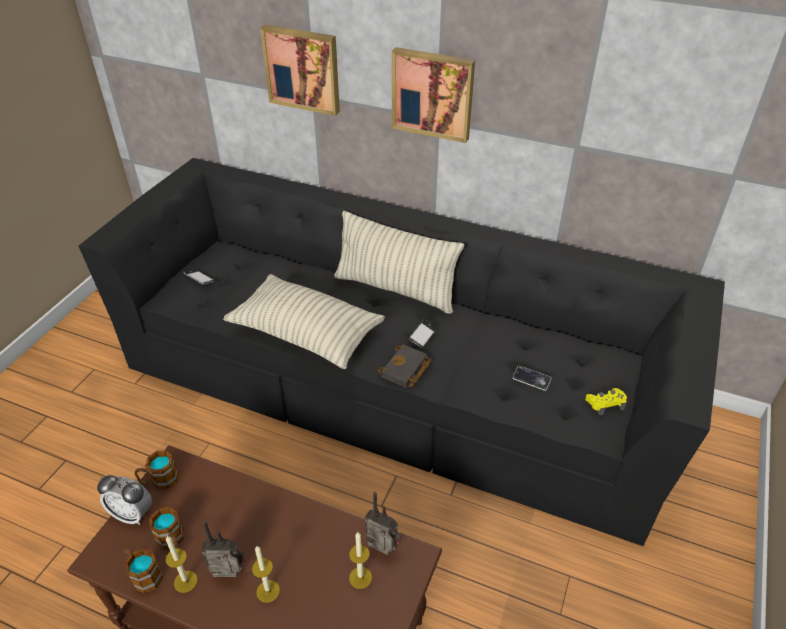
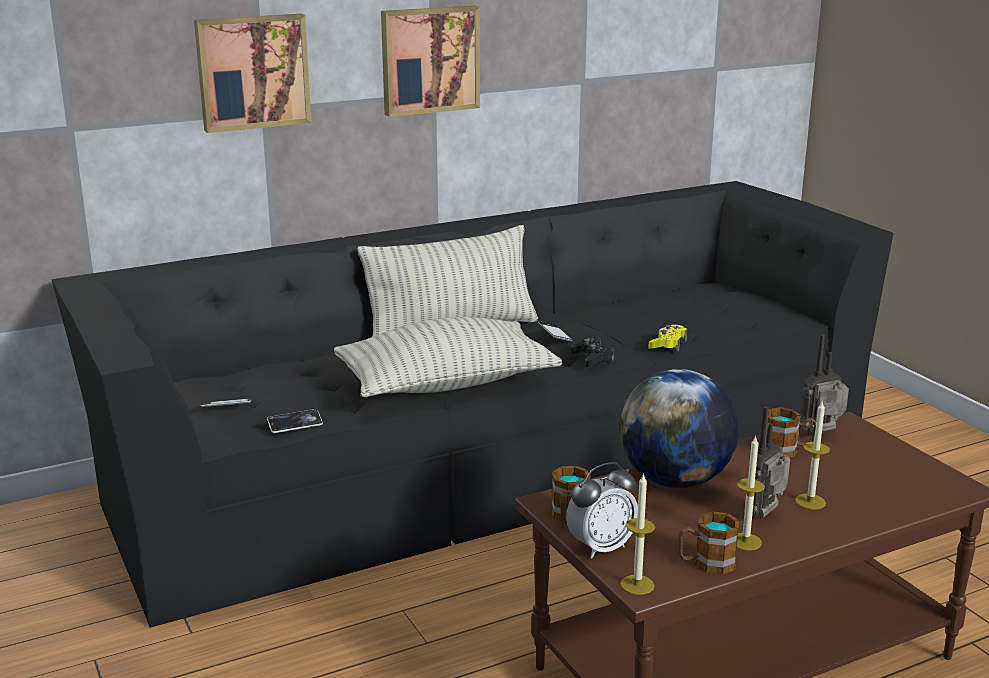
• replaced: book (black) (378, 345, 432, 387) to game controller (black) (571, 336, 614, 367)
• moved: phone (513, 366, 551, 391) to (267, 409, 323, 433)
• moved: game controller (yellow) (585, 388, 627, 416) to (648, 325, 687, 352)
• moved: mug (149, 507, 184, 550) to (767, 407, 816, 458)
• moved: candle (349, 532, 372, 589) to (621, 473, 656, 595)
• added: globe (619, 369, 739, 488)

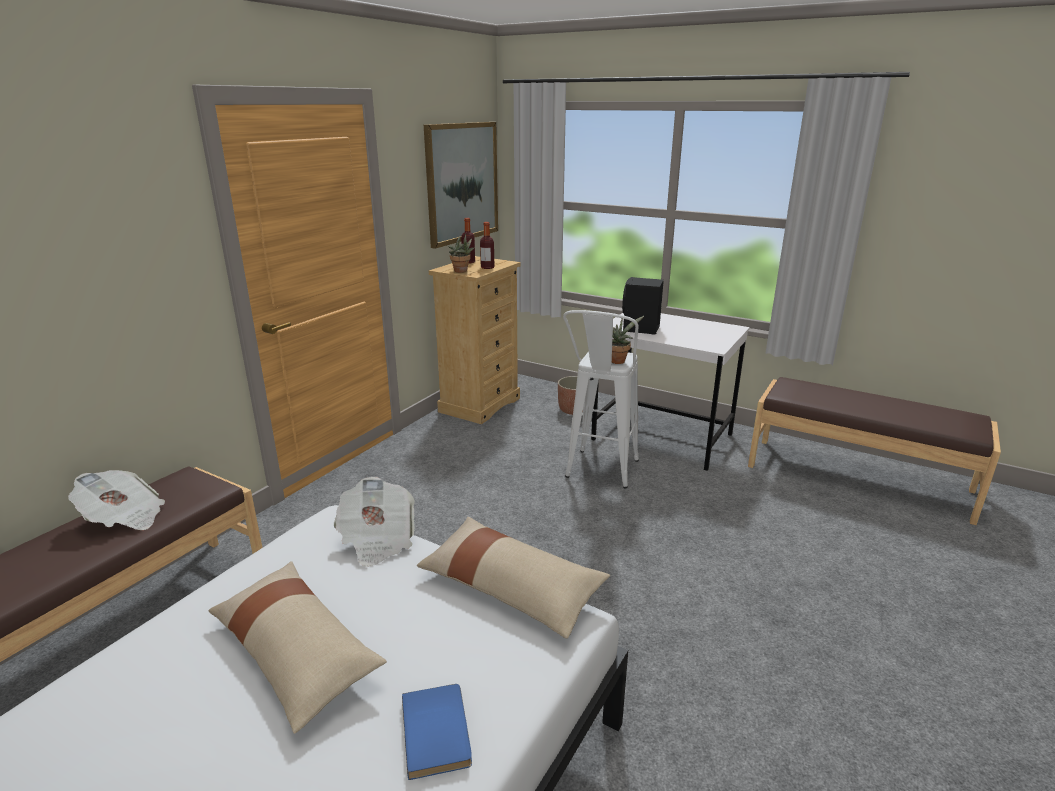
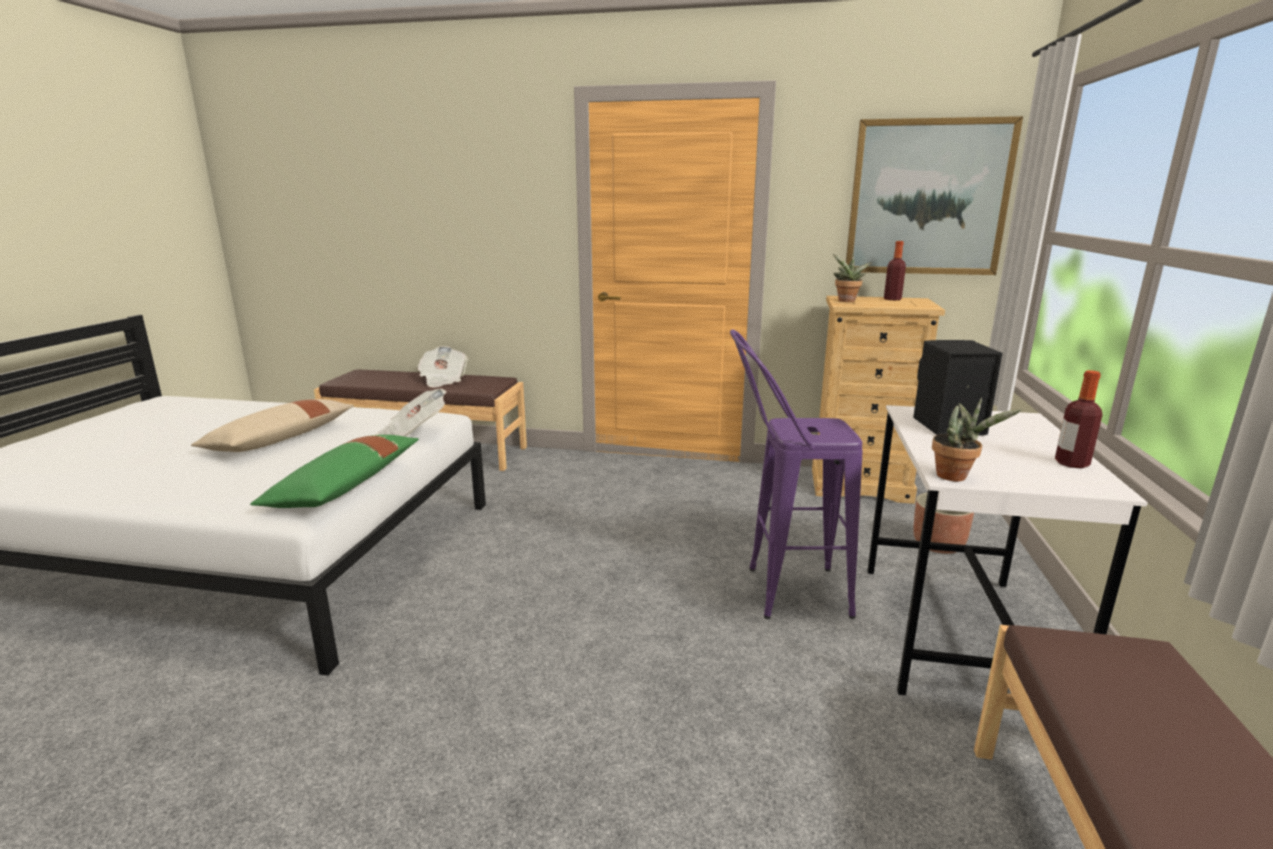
• moved: bottle (480, 222, 494, 269) to (1055, 370, 1103, 468)
• recoloured: stool (white) (563, 310, 639, 488) to stool (purple) (730, 330, 862, 619)
• moved: potted plant (612, 316, 644, 364) to (932, 397, 1022, 481)
• recoloured: pillow (beige) (417, 517, 610, 639) to pillow (green) (250, 435, 419, 508)
• removed: book (blue) (402, 684, 472, 780)

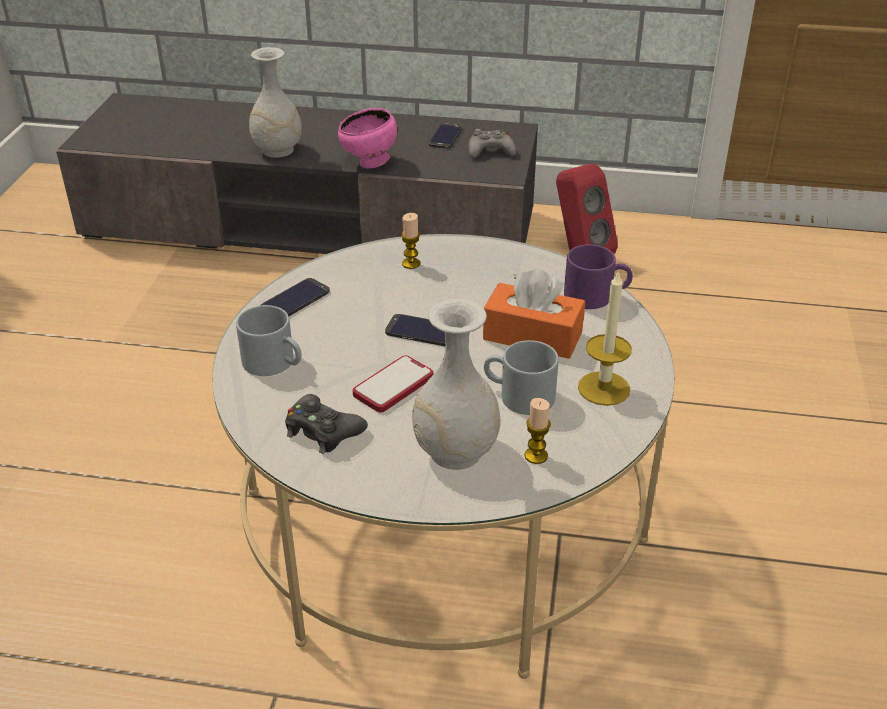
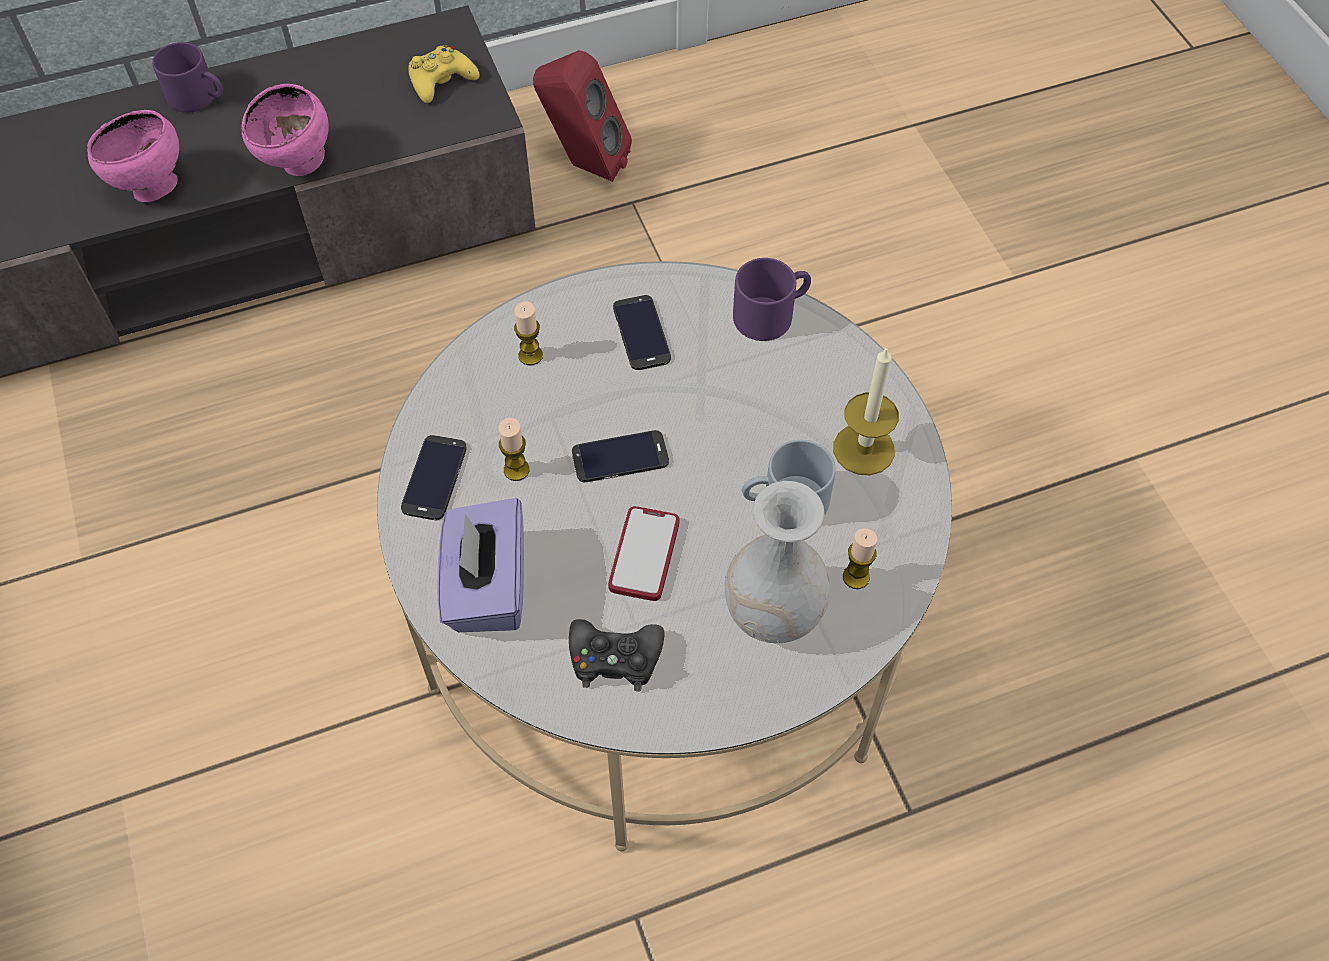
• replaced: vase (white) (249, 47, 302, 158) to bowl (pink) (87, 110, 179, 202)
• moved: phone (429, 123, 462, 149) to (613, 295, 671, 370)
• recoloured: game controller (grey) (468, 129, 516, 158) to game controller (yellow) (409, 45, 480, 103)
• removed: tissue box (orange) (483, 269, 585, 359)
• replaced: mug (grey) (236, 305, 302, 376) to tissue box (purple) (437, 498, 524, 632)
• added: mug (purple) (152, 42, 223, 113)
• added: candle (499, 418, 529, 481)

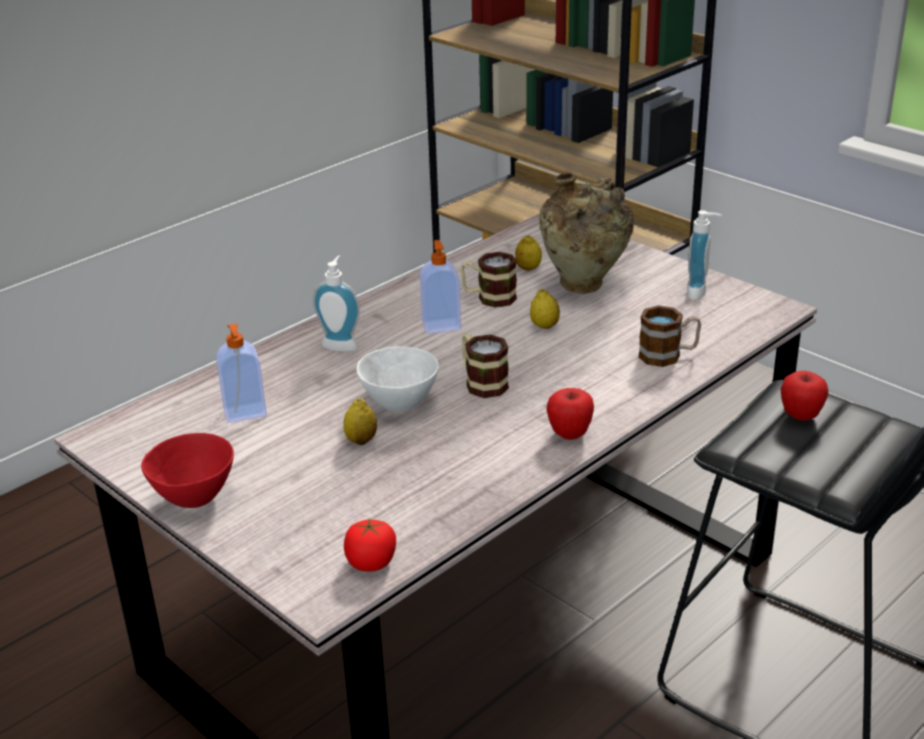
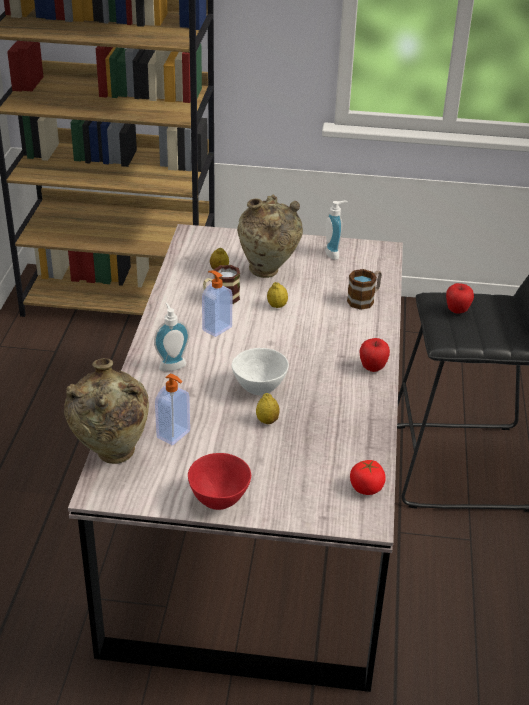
• removed: mug (462, 334, 509, 398)
• added: vase (beige) (64, 358, 149, 464)

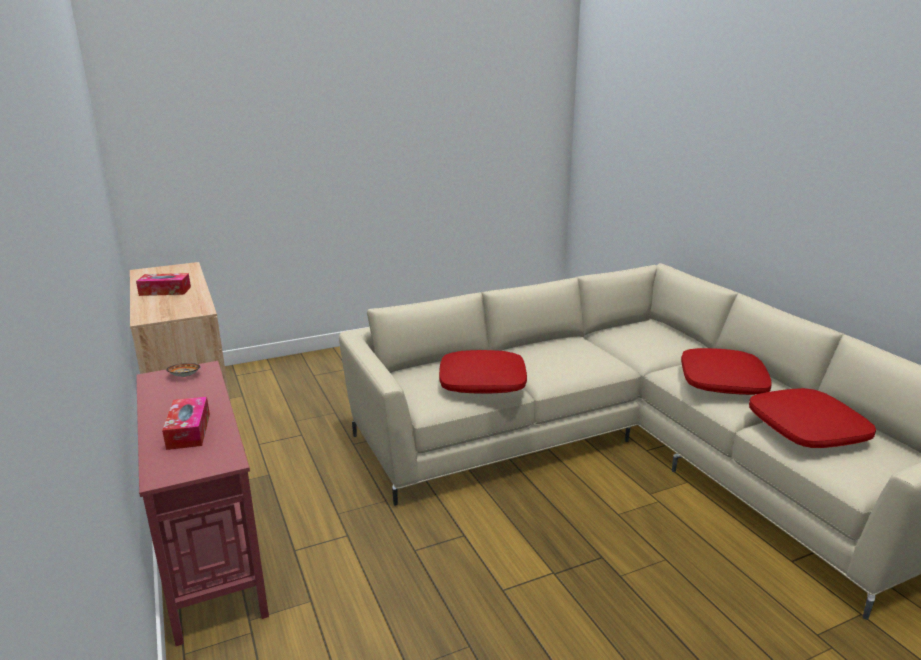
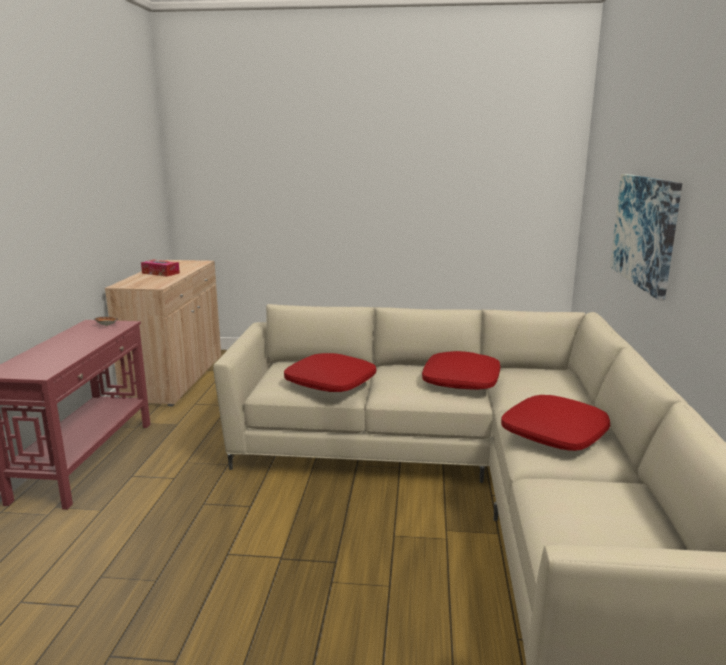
• moved: pillow (red) (749, 388, 876, 448) to (422, 351, 500, 390)
• removed: tissue box (162, 397, 210, 450)
• added: picture (610, 174, 682, 300)

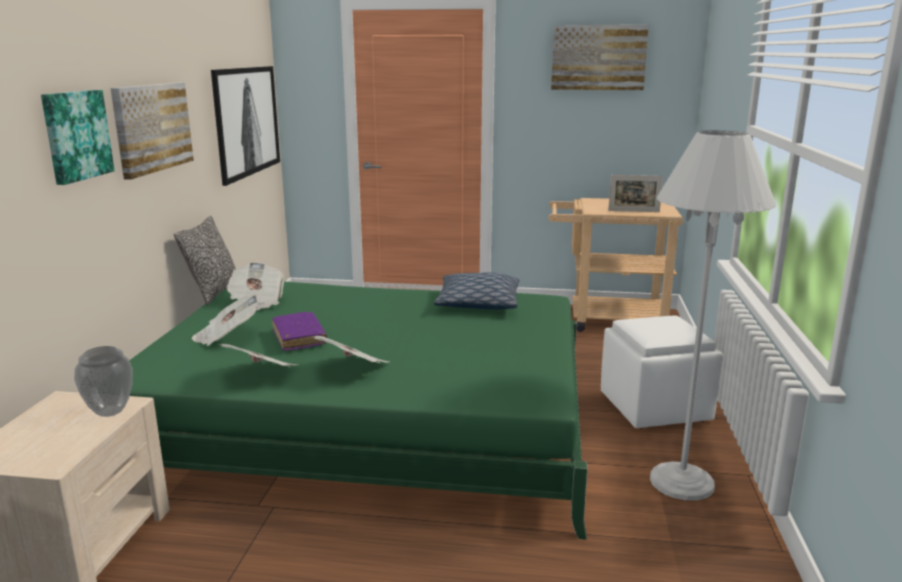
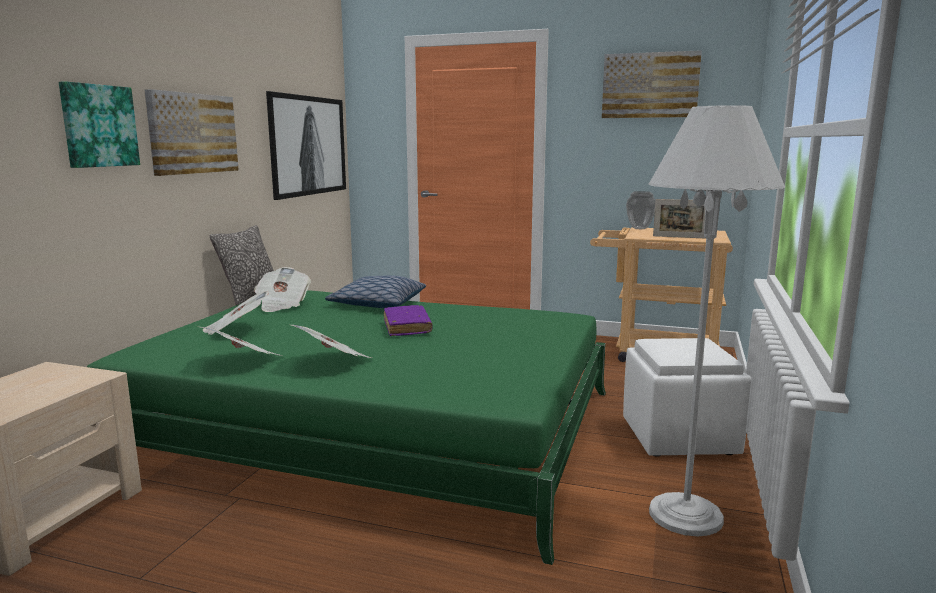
• moved: pillow (434, 272, 520, 310) to (325, 276, 426, 308)
• moved: book (purple) (272, 312, 327, 351) to (384, 305, 433, 336)
• moved: vase (74, 346, 133, 417) to (626, 191, 655, 229)

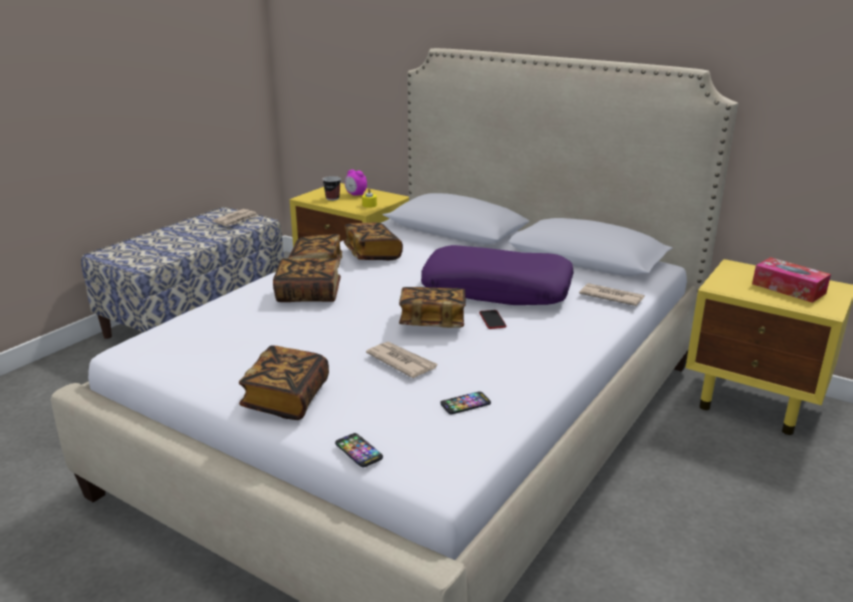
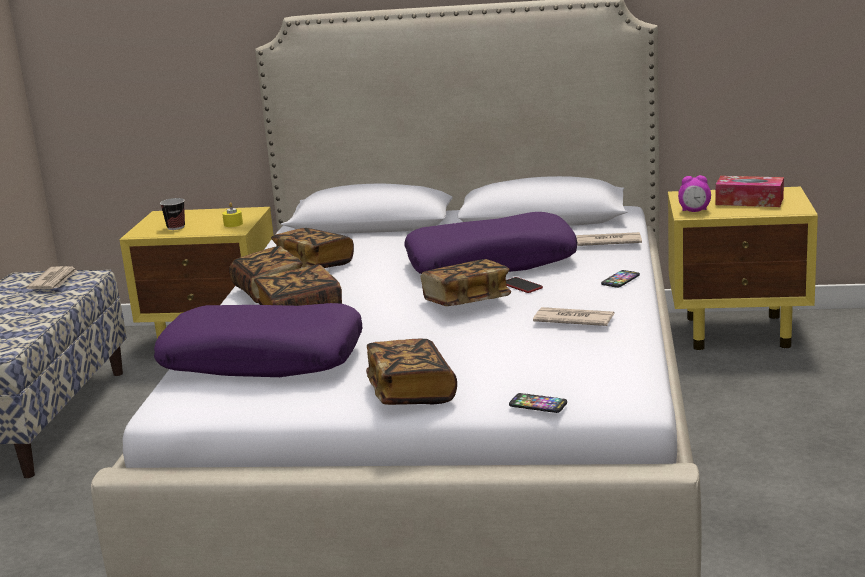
• moved: alarm clock (345, 169, 367, 196) to (678, 175, 711, 212)
• moved: newspaper (366, 342, 438, 378) to (533, 307, 614, 326)
• moved: phone (441, 391, 491, 414) to (601, 270, 640, 288)
• added: pillow (purple) (154, 303, 362, 377)

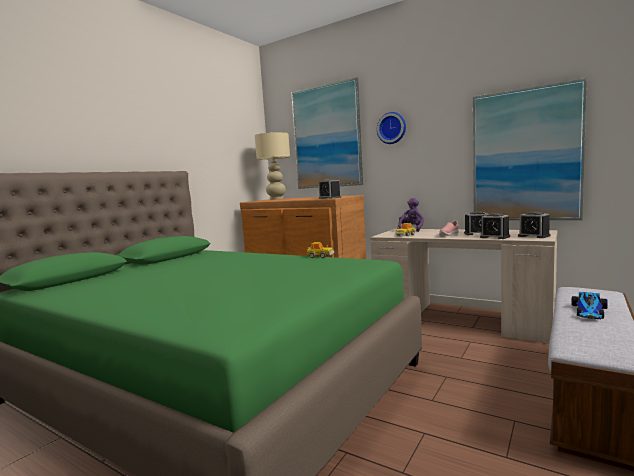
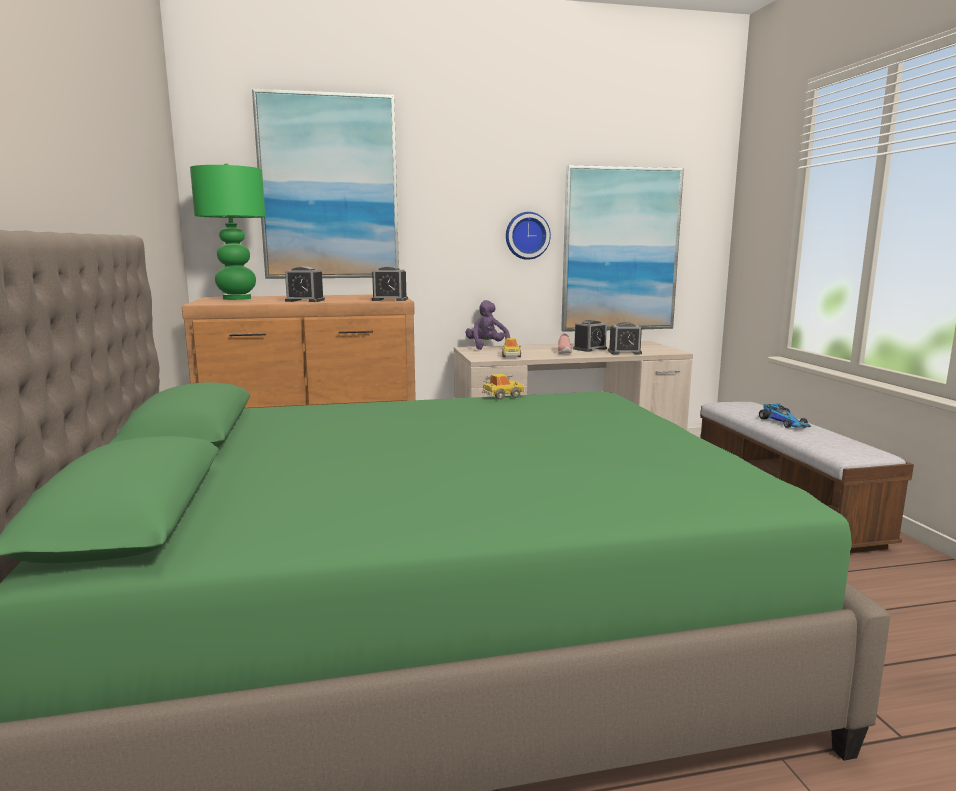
• moved: wall clock (377, 112, 406, 144) to (506, 212, 551, 260)
• recoloured: table lamp (beige) (255, 132, 290, 200) to table lamp (green) (190, 163, 265, 300)
• moved: alarm clock (518, 211, 551, 238) to (285, 267, 325, 302)

